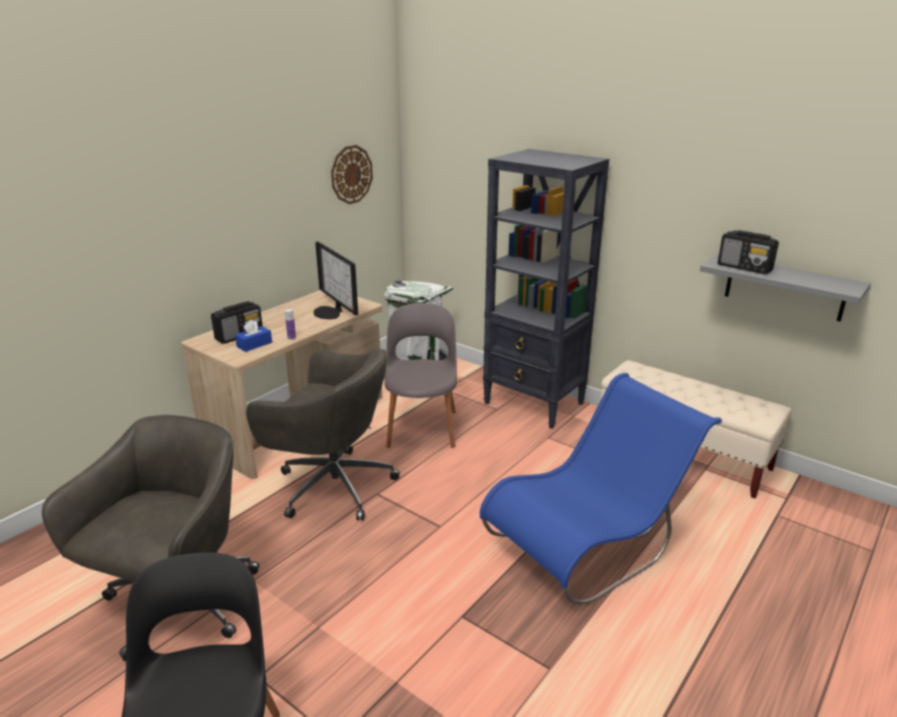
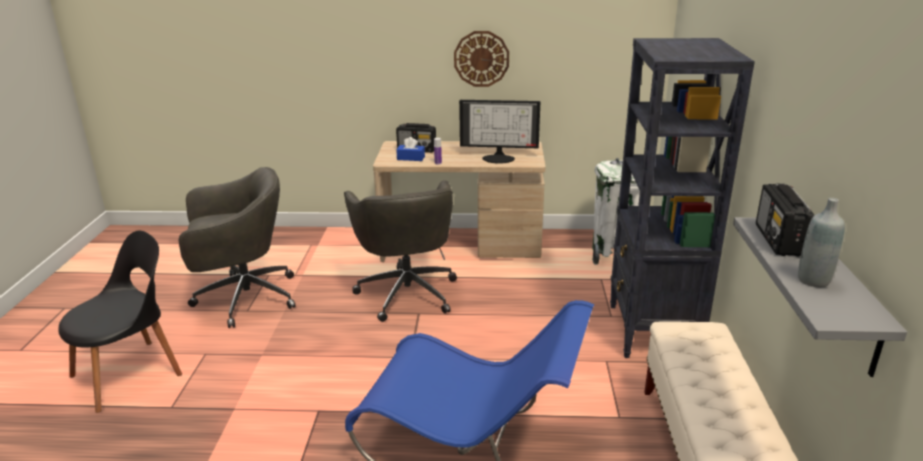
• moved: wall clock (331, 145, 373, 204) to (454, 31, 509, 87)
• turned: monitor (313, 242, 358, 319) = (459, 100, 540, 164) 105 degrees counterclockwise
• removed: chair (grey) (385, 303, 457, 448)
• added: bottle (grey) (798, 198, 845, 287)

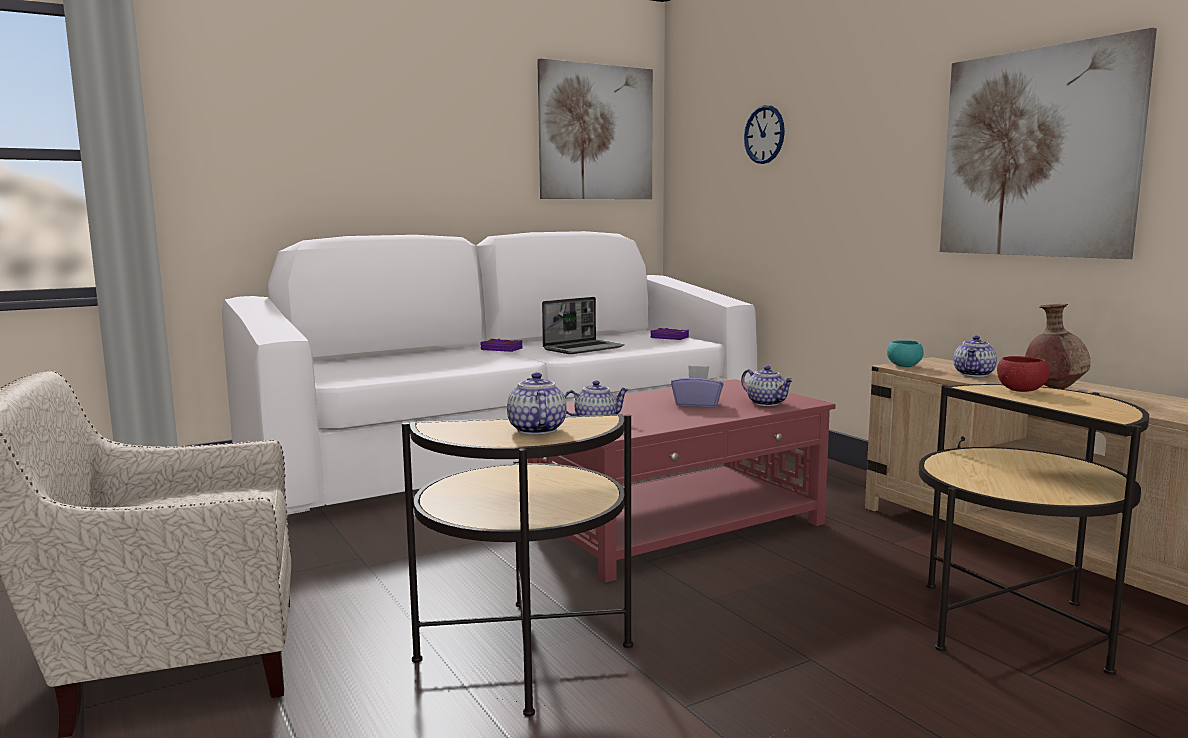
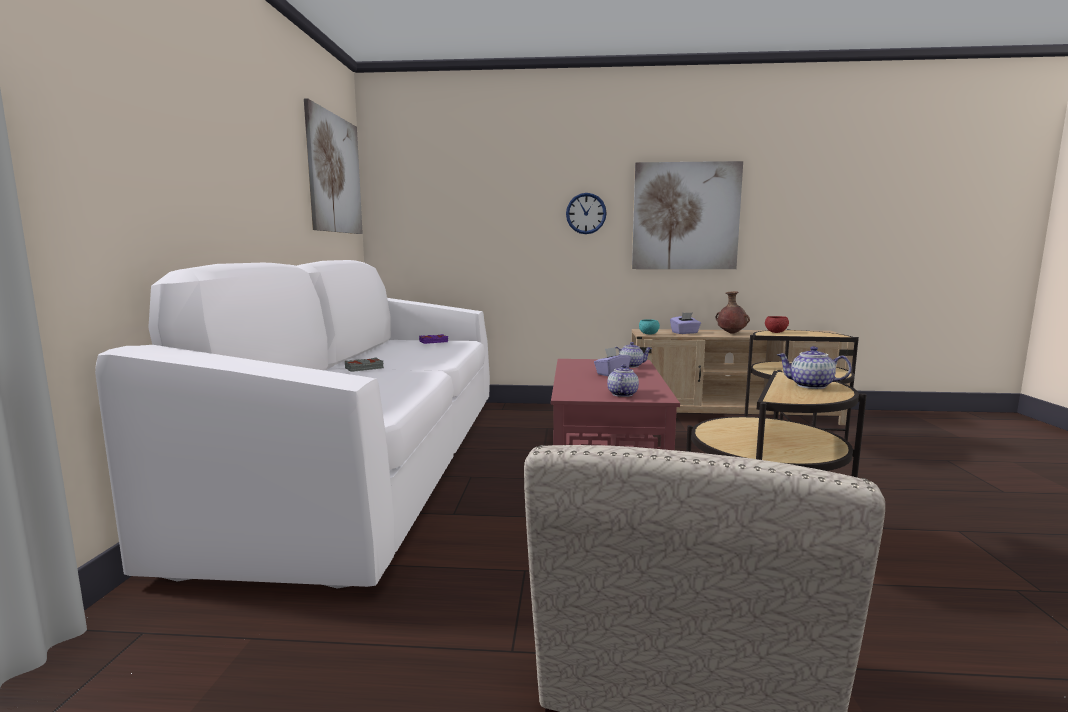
• moved: wall clock (744, 105, 785, 164) to (566, 193, 607, 234)
• removed: laptop (542, 297, 624, 354)
• replaced: teapot (953, 336, 997, 377) to tissue box (purple) (670, 312, 701, 334)
• recoloured: book (purple) (481, 339, 522, 352) to book (grey) (345, 357, 384, 372)

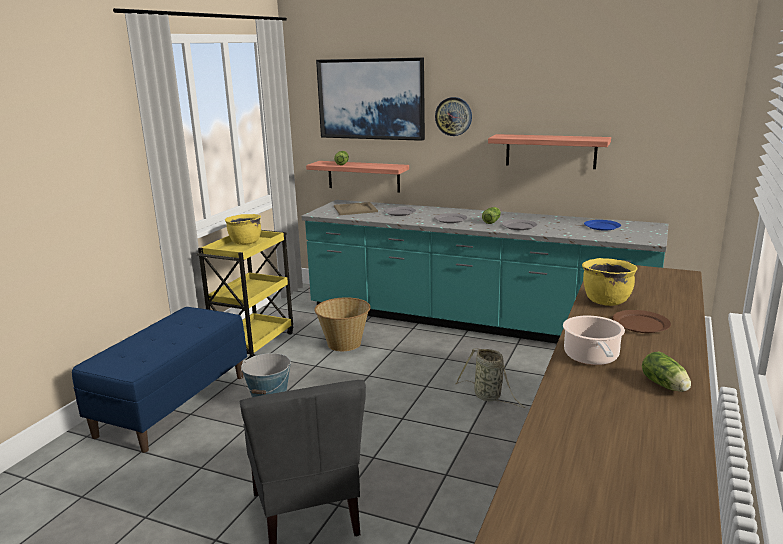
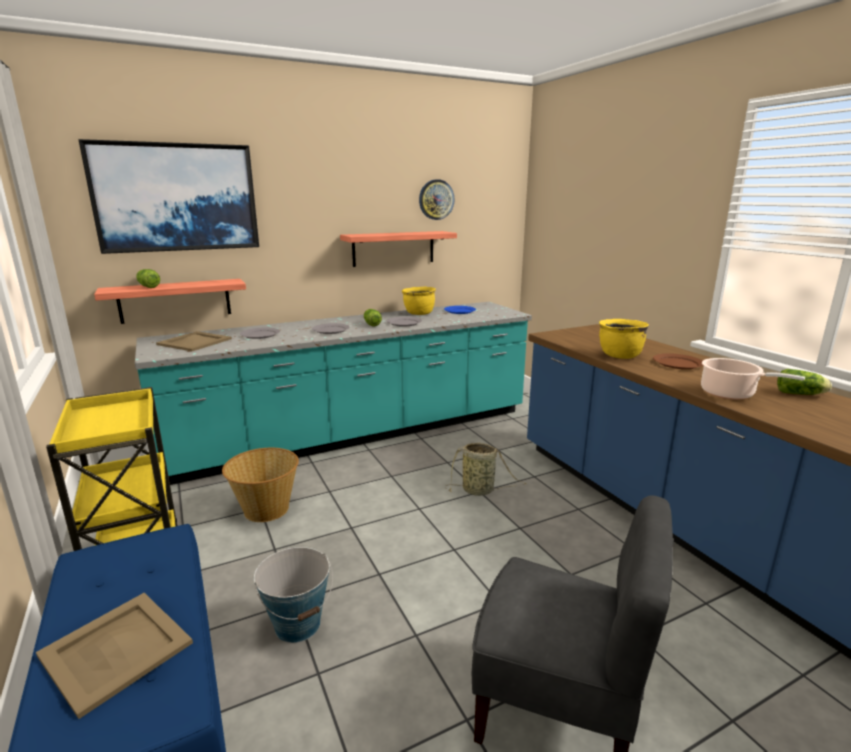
• moved: wall clock (435, 97, 472, 136) to (419, 179, 455, 220)
• moved: cooking pot (yellow) (225, 214, 261, 245) to (402, 287, 436, 315)
• added: tray (beige) (36, 593, 193, 719)

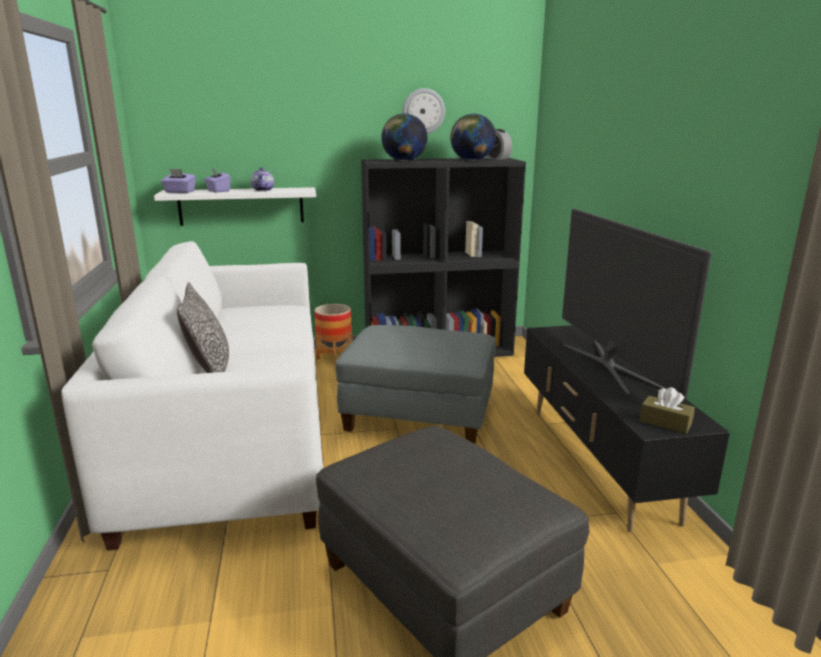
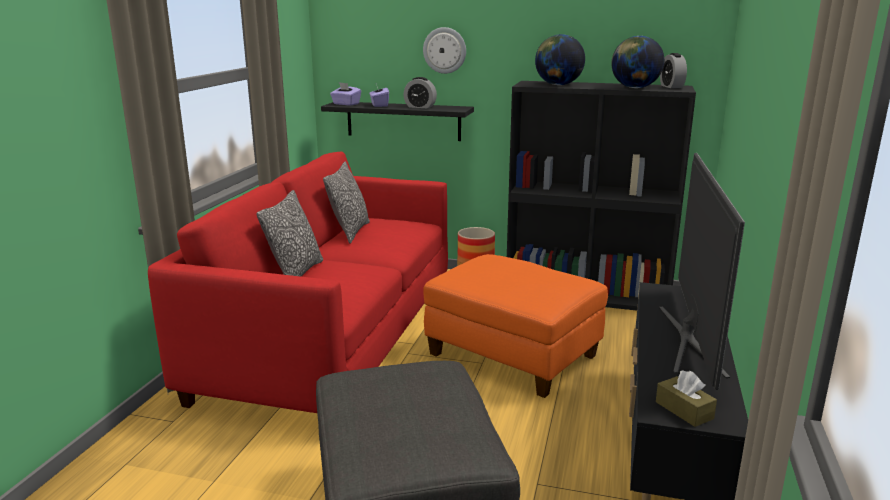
• moved: wall clock (403, 88, 445, 134) to (423, 27, 466, 74)
• replaced: teapot (251, 167, 274, 191) to alarm clock (403, 77, 437, 108)
• recoloured: shelf (white) (154, 187, 316, 226) to shelf (black) (321, 102, 474, 141)
• recoloured: sofa (white) (61, 241, 323, 551) to sofa (red) (148, 152, 448, 413)
• recoloured: ottoman (grey) (335, 325, 496, 444) to ottoman (orange) (423, 254, 608, 398)
• added: pillow (323, 162, 370, 244)

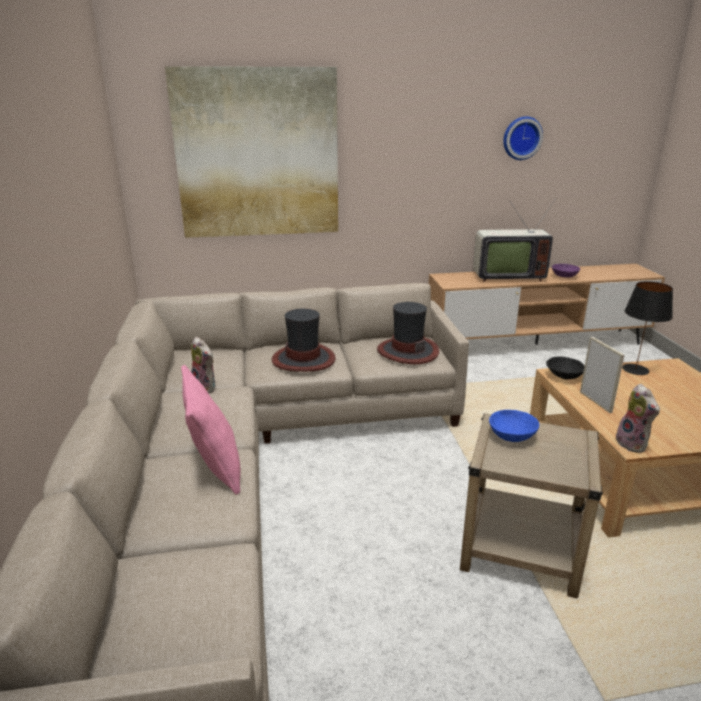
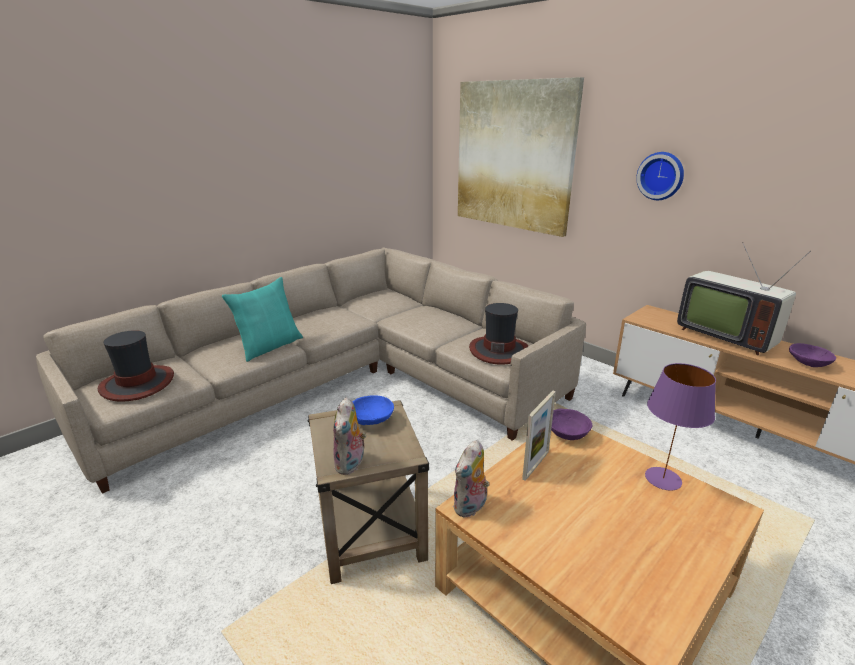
• moved: wall clock (503, 116, 543, 160) to (636, 152, 684, 200)
• recoloured: table lamp (black) (622, 281, 673, 375) to table lamp (purple) (645, 363, 716, 490)
• moved: hat (272, 309, 336, 372) to (98, 330, 174, 402)
• moved: plush toy (191, 337, 215, 393) to (333, 397, 366, 475)
• recoloured: bowl (black) (546, 357, 585, 379) to bowl (purple) (551, 409, 592, 440)
• recoloured: pillow (pink) (181, 365, 240, 495) to pillow (turquoise) (222, 277, 303, 362)

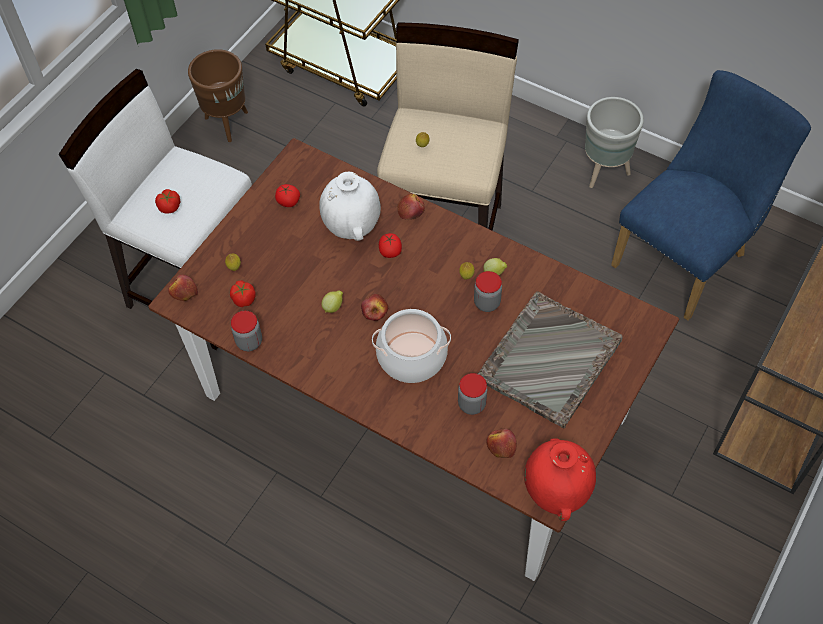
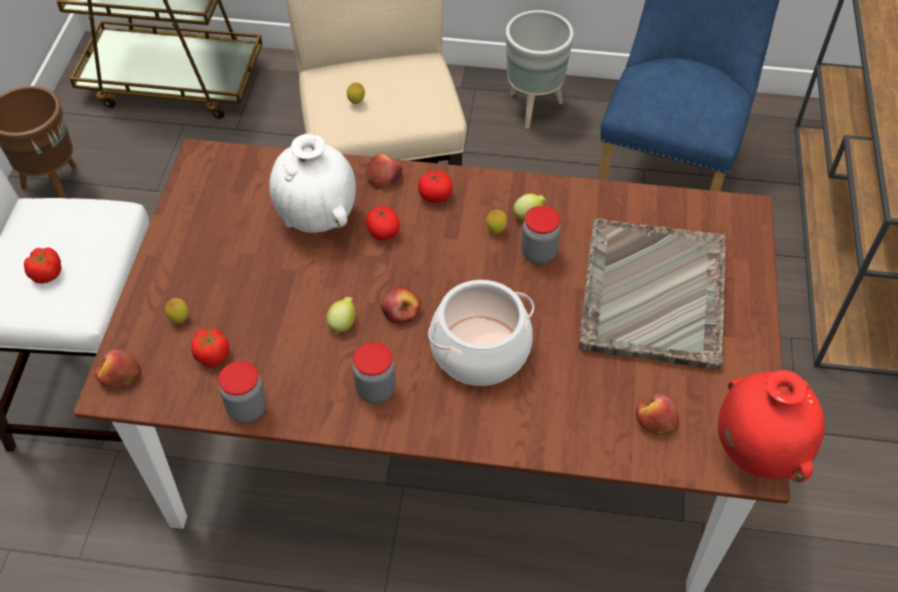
• moved: tomato (275, 184, 300, 207) to (418, 171, 453, 203)
• moved: jar (458, 373, 487, 415) to (353, 342, 396, 404)

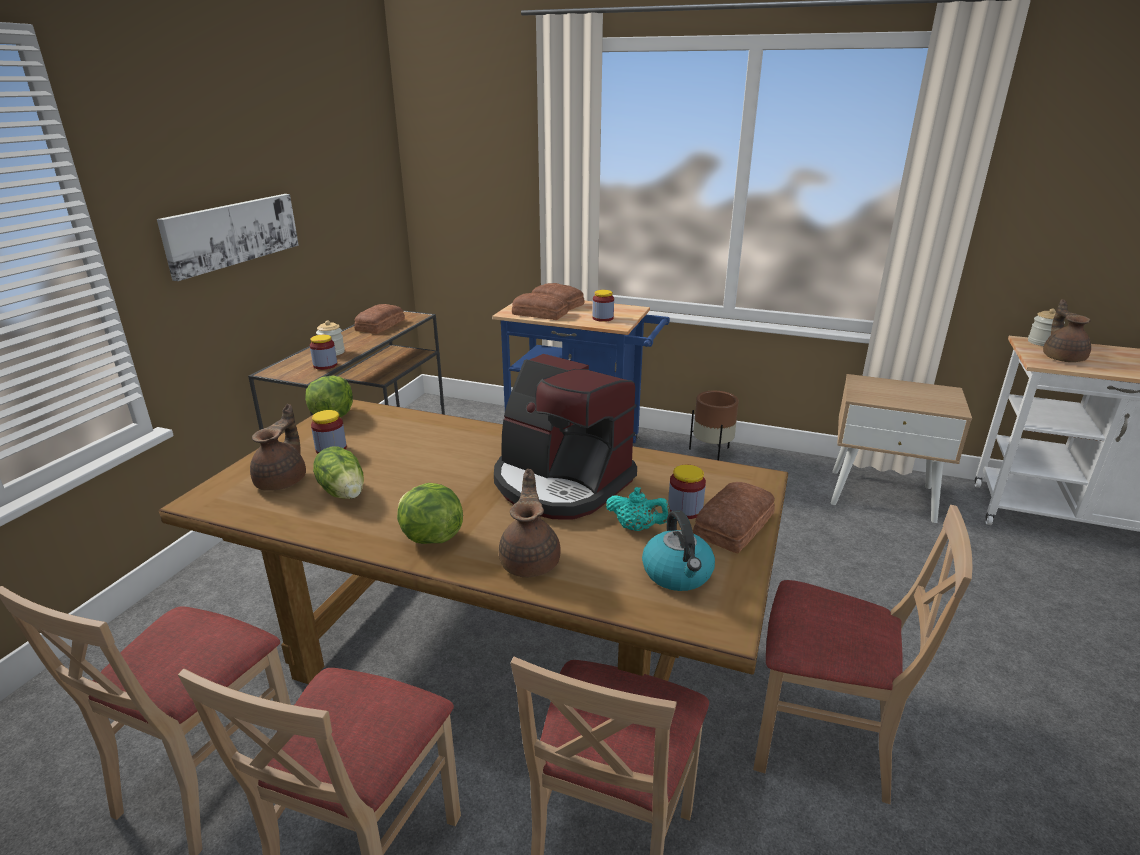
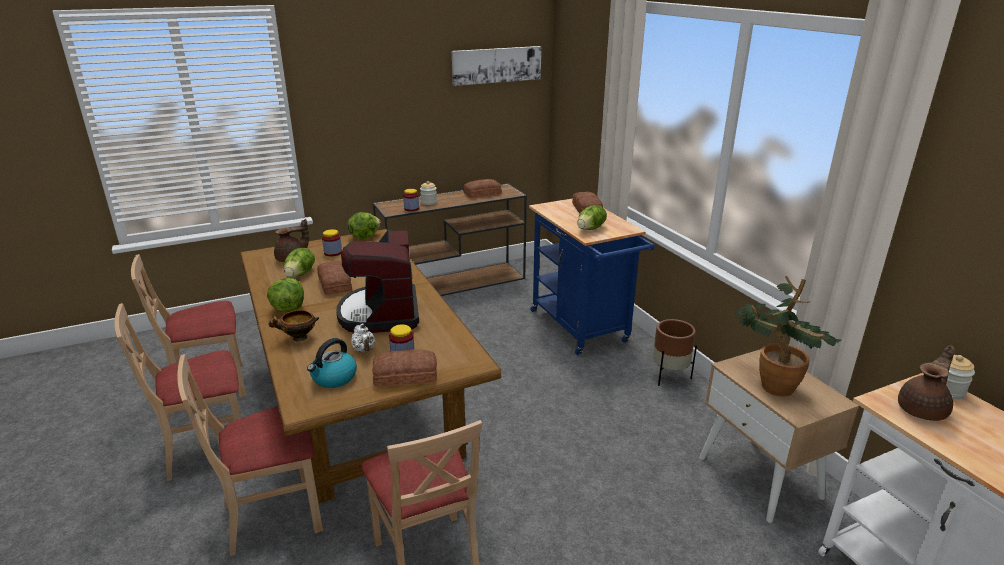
• moved: picture (157, 194, 299, 281) to (452, 46, 541, 86)
• replaced: jar (592, 290, 614, 322) to lettuce (577, 205, 607, 230)
• moved: bread (512, 293, 568, 320) to (317, 261, 352, 295)
• replaced: teapot (brown) (499, 469, 561, 577) to bowl (268, 310, 319, 341)
• recoloured: teapot (turquoise) (606, 487, 670, 531) to teapot (white) (351, 324, 375, 352)
• added: potted plant (733, 276, 841, 397)

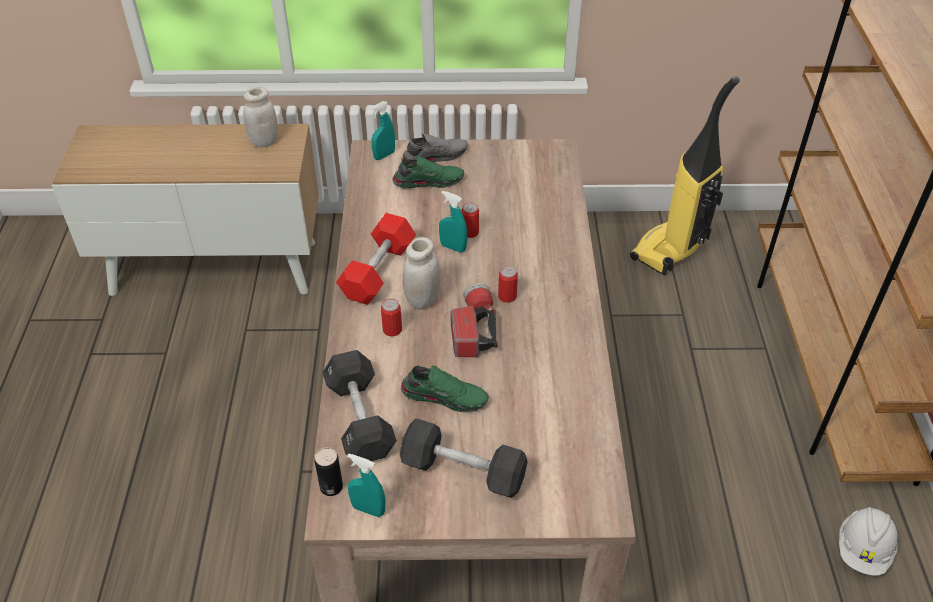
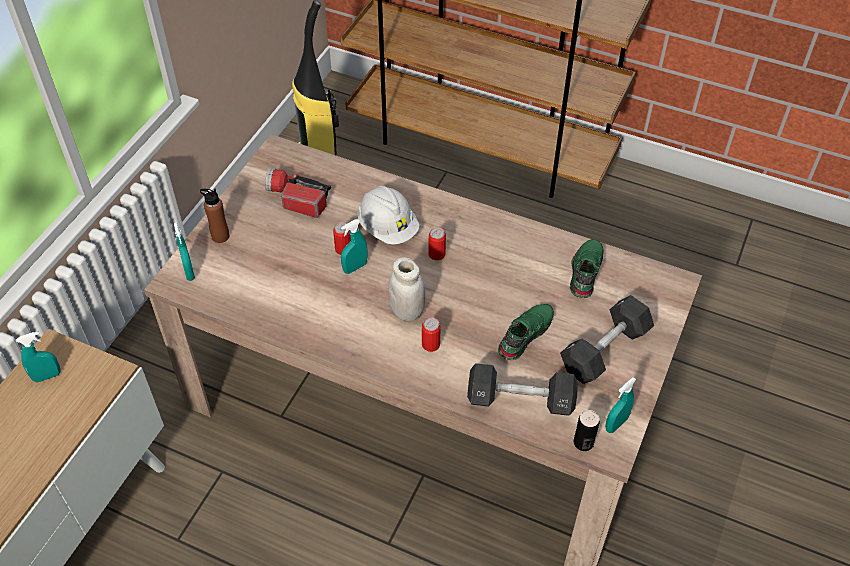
• replaced: jar (white) (243, 87, 278, 147) to spray bottle (turquoise) (16, 331, 60, 383)
• replaced: shoe (grey) (401, 133, 468, 162) to bottle (brown) (200, 189, 230, 243)
• moved: shoe (green) (392, 156, 464, 189) to (570, 239, 604, 298)
• removed: dumbbell (red) (336, 213, 416, 305)
• moved: flashlight (450, 283, 498, 357) to (265, 168, 331, 218)
• moved: hard hat (white) (839, 507, 898, 576) to (357, 186, 420, 245)

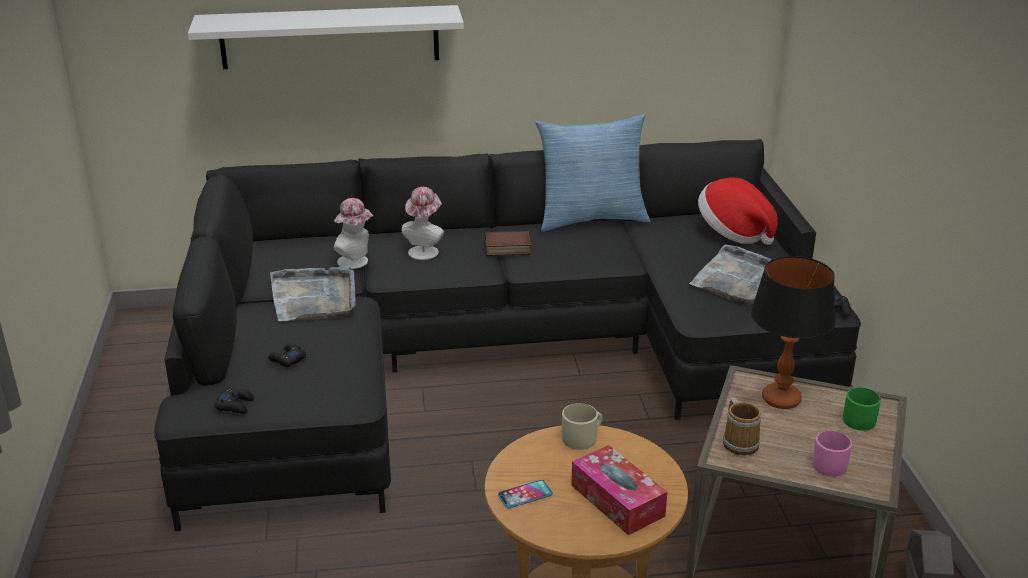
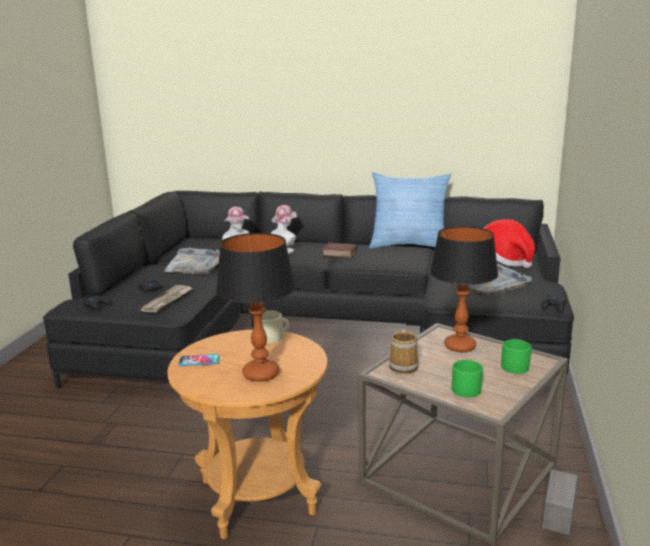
• removed: shelf (white) (188, 5, 464, 69)
• recoloured: mug (pink) (812, 431, 852, 477) to mug (green) (452, 360, 483, 398)
• replaced: tissue box (571, 445, 667, 535) to table lamp (216, 233, 296, 382)
• added: newspaper (140, 285, 193, 313)

